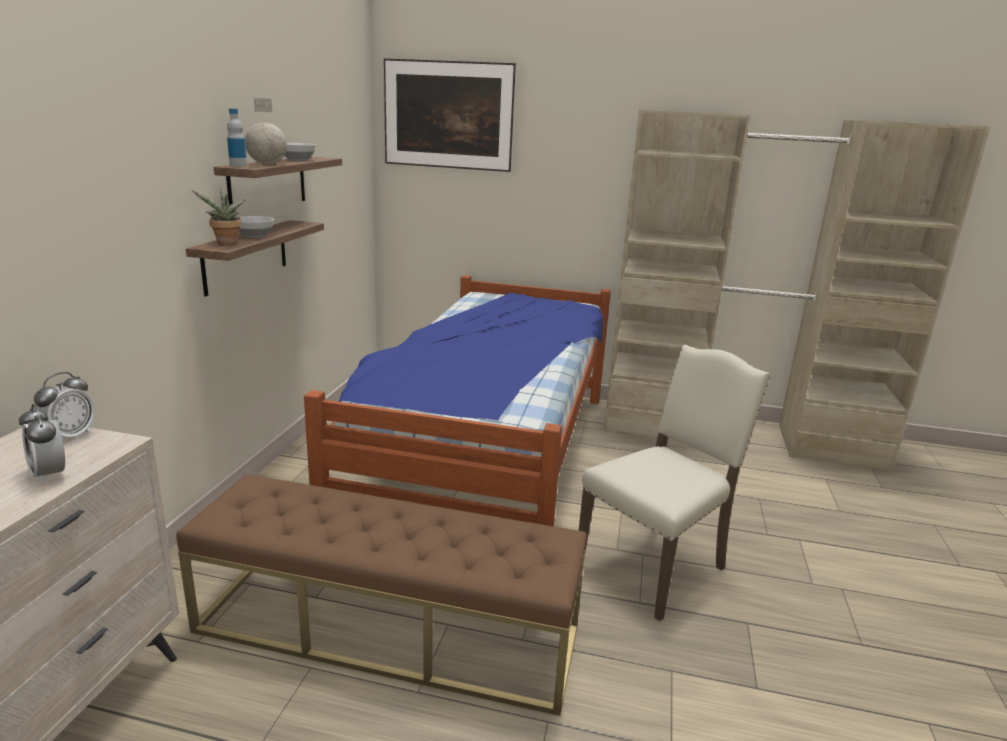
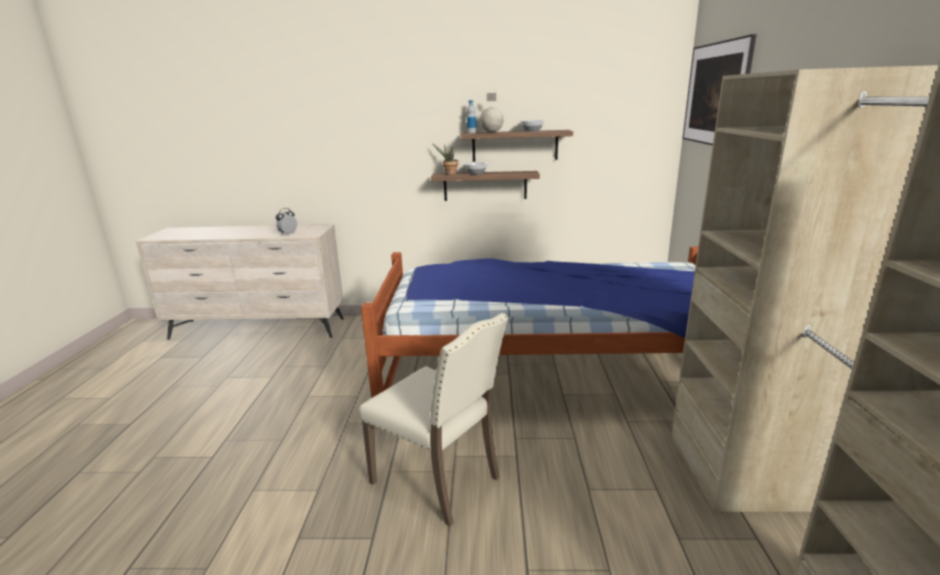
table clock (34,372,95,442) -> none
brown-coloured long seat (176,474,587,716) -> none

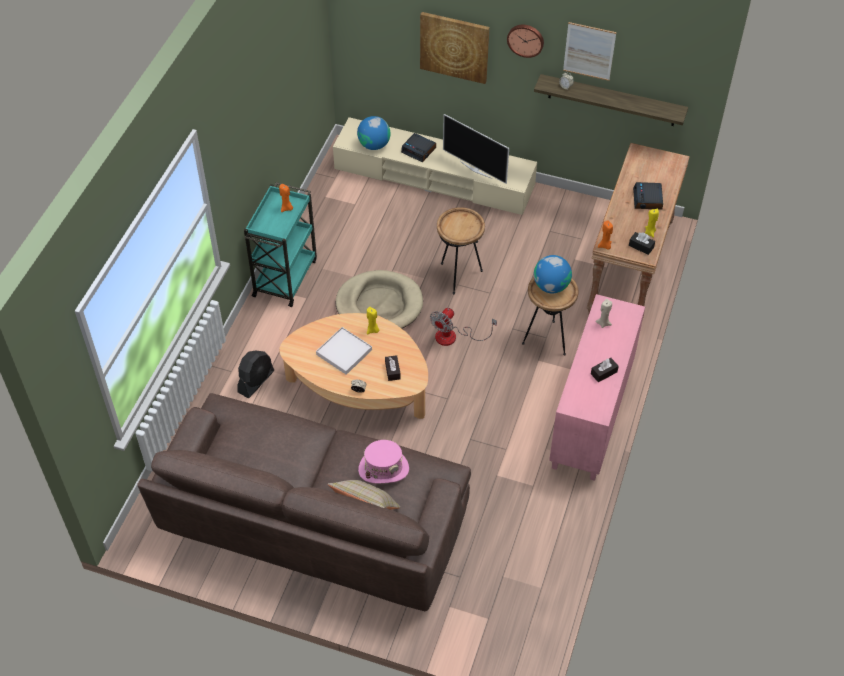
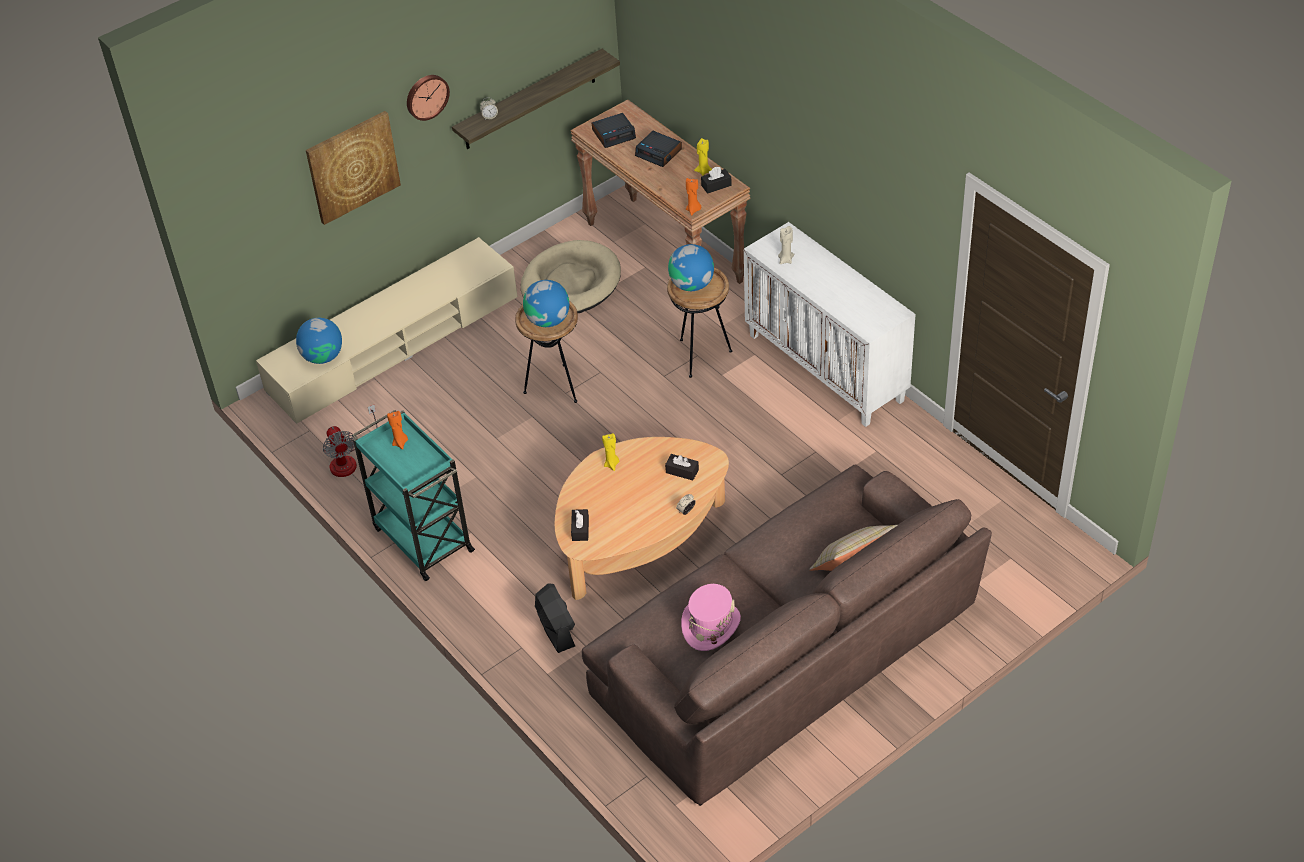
wall art (563,22,617,81) -> none
TV (443,114,509,184) -> none
table clock (401,133,436,162) -> table clock (592,113,636,148), move
sand-coloured dog cushion (336,270,423,329) -> sand-coloured dog cushion (521,240,621,314), move
pinkish cabinet (549,294,645,481) -> white-coloured cabinet (744,222,916,427)
cooling fan (430,308,497,346) -> cooling fan (323,405,377,477), move
white-coloured serving tray (316,327,372,375) -> none
black-coloured tissue holder (591,358,619,382) -> black-coloured tissue holder (571,509,589,541), move
pinkish hat (358,440,409,483) -> pinkish hat (681,584,741,651), move
none -> world globe (523,280,569,327)

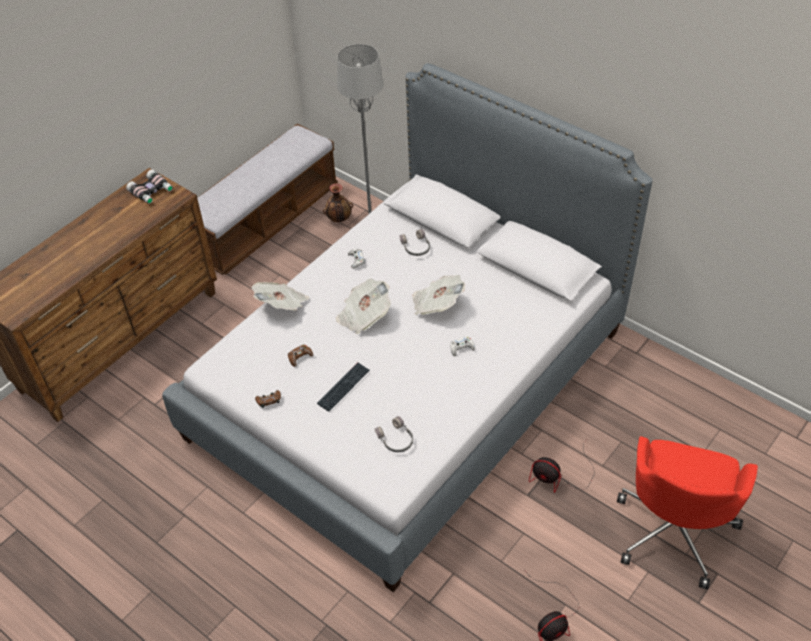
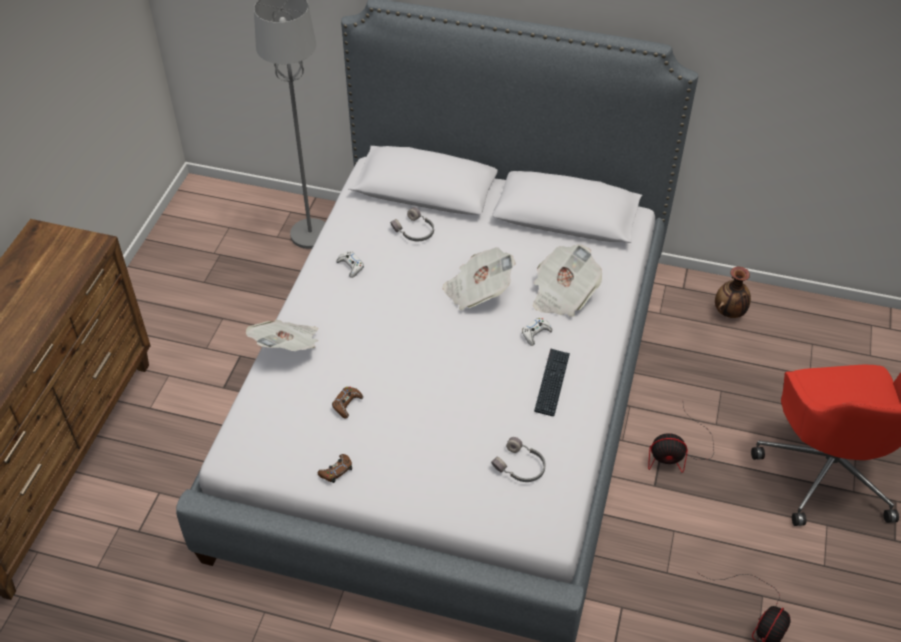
long seat (197,124,338,275) -> none
binoculars (126,169,173,204) -> none
vase (323,183,353,222) -> vase (715,266,751,318), move
printed paper (336,278,391,334) -> printed paper (533,245,602,317), move
keyboard (317,363,370,412) -> keyboard (534,349,570,416), move

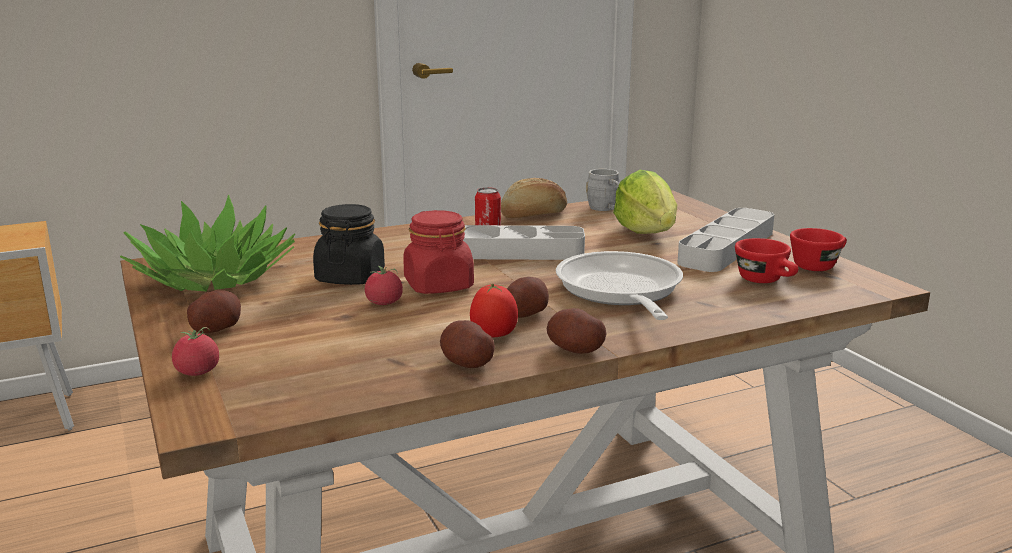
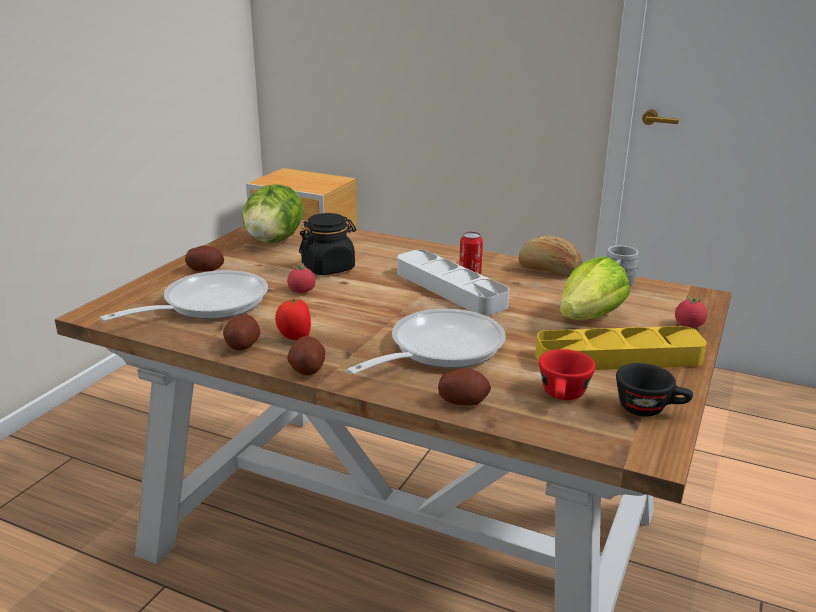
houseplant (120,195,295,292) -> lettuce head (242,184,304,243)
greyish serving tray (677,208,774,272) -> yellow-coloured serving tray (535,326,707,370)
reddish preserve jar (404,210,474,294) -> none
reddish drinking cup (790,228,847,271) -> black-coloured drinking cup (616,363,693,416)
spud (507,277,549,318) -> spud (438,368,491,406), move
whole tomato (172,327,219,376) -> whole tomato (675,296,707,328), move
none -> pan (99,270,268,321)

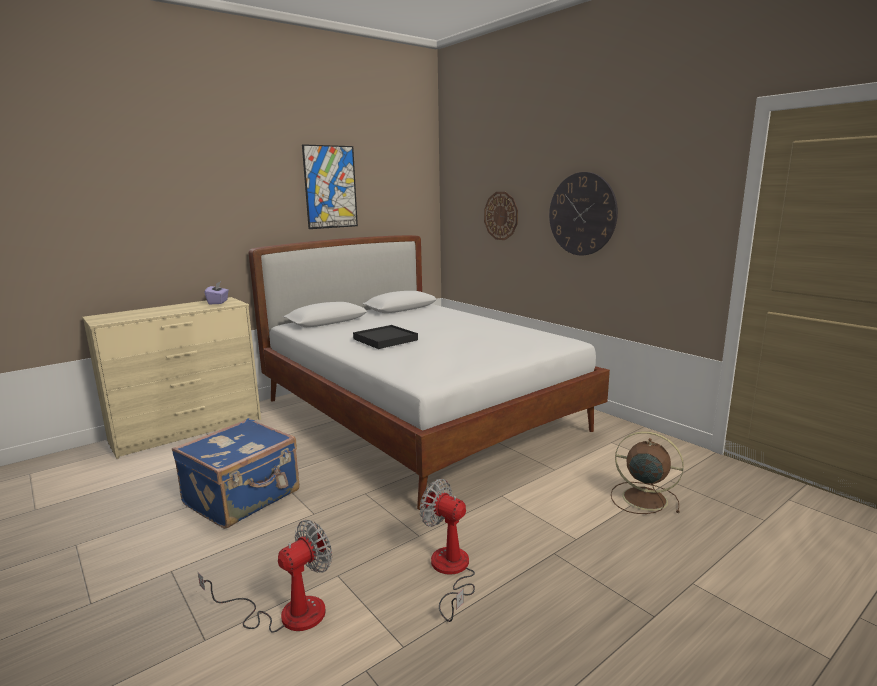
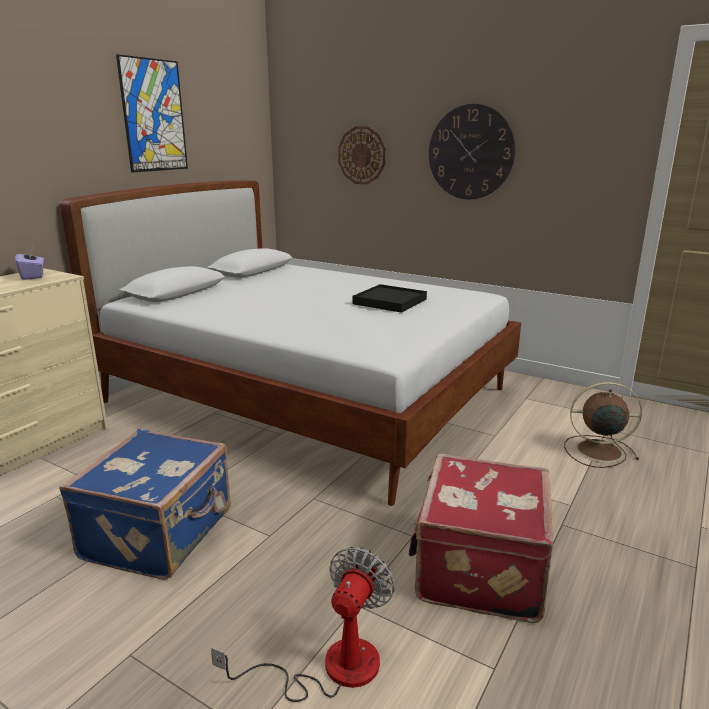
black-coloured serving tray (353,325,418,349) -> black-coloured serving tray (353,284,427,313), move
cooling fan (419,479,475,622) -> reddish travel case (408,454,553,623)

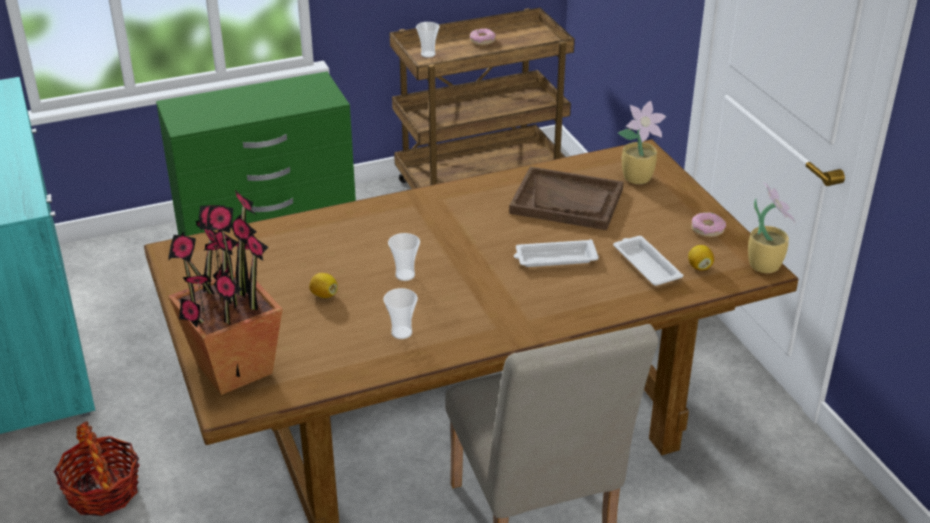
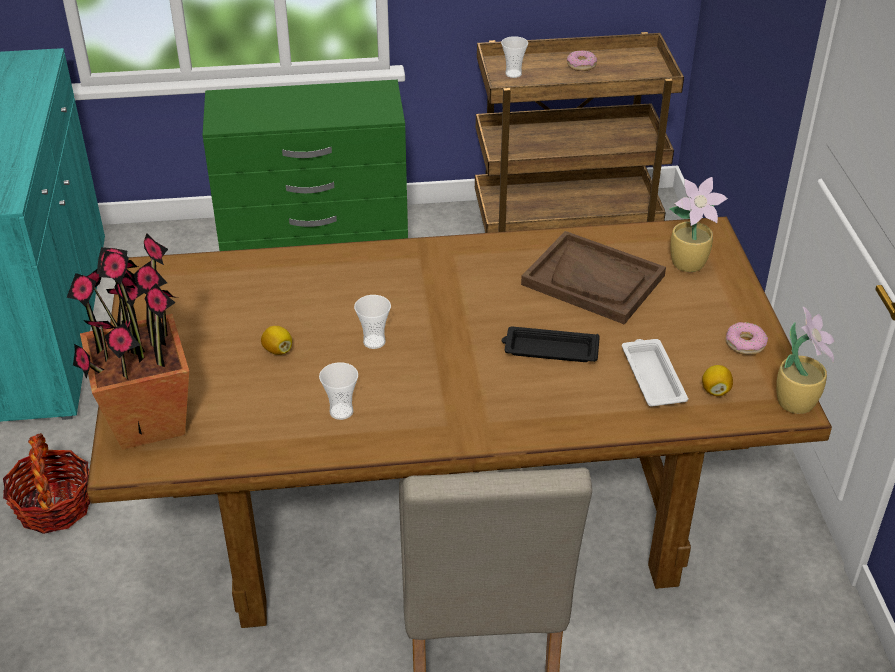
white-coloured serving tray (514,239,599,267) -> black-coloured serving tray (502,327,600,362)

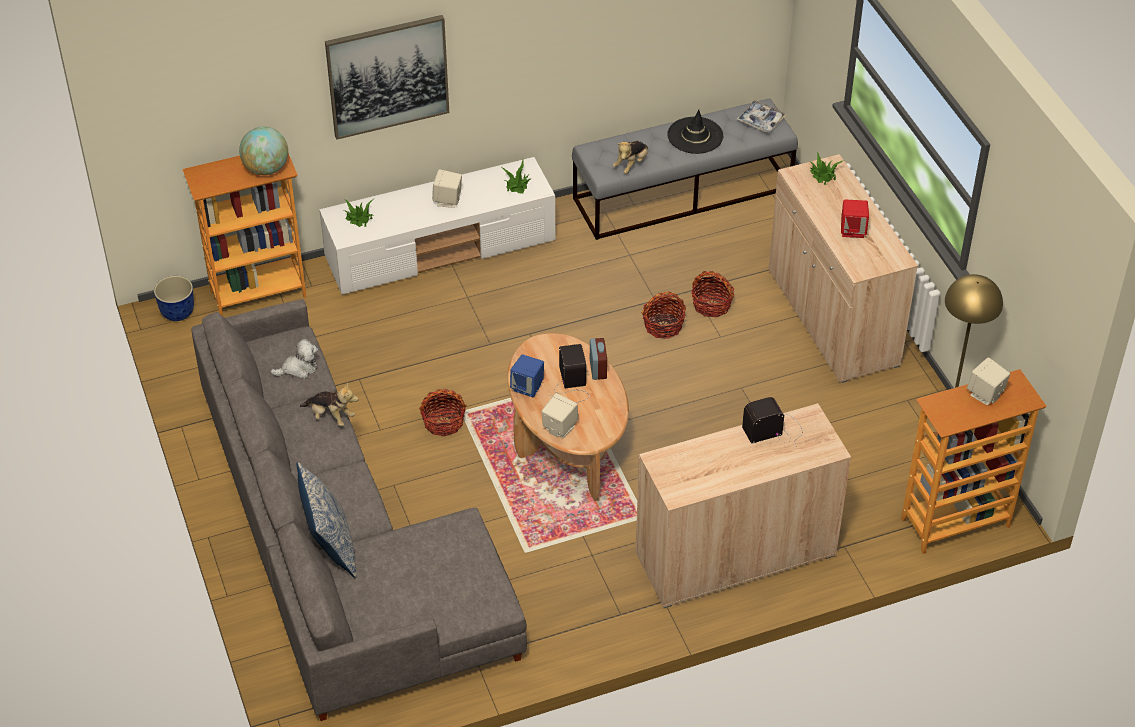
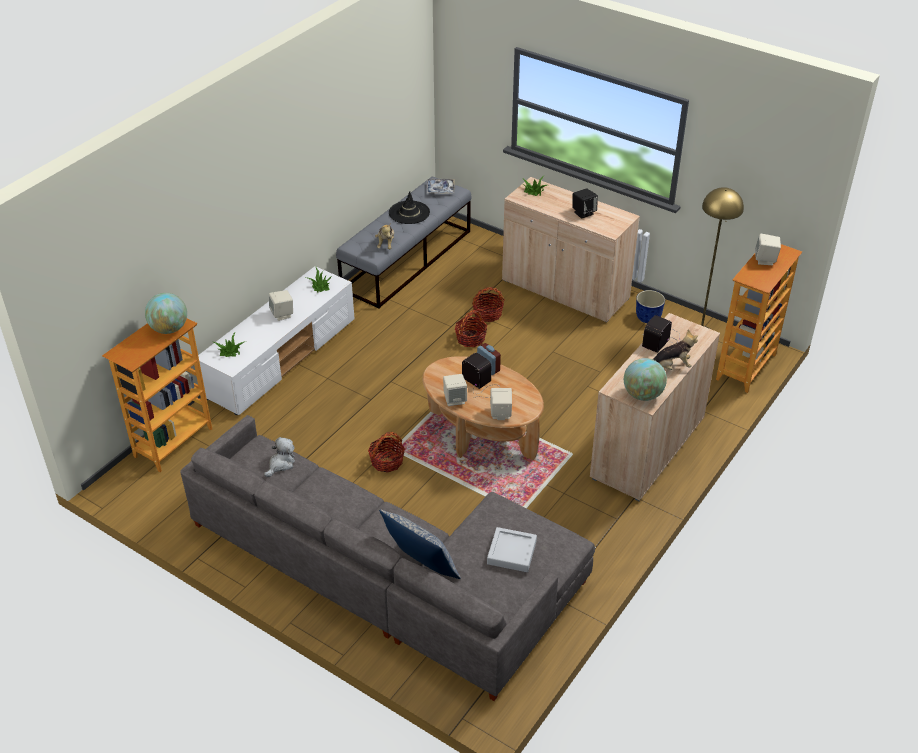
wall art (325,15,449,140) -> none
reddish loudspeaker (841,199,869,238) -> black-coloured loudspeaker (572,188,598,219)
plant pot (154,276,194,321) -> plant pot (636,290,665,323), move
bluish loudspeaker (510,354,544,397) -> sand-coloured loudspeaker (443,374,467,406)
cuddly toy (300,383,358,426) -> cuddly toy (653,329,698,370), move
none -> world globe (624,358,667,401)
none -> greyish serving tray (487,527,537,572)

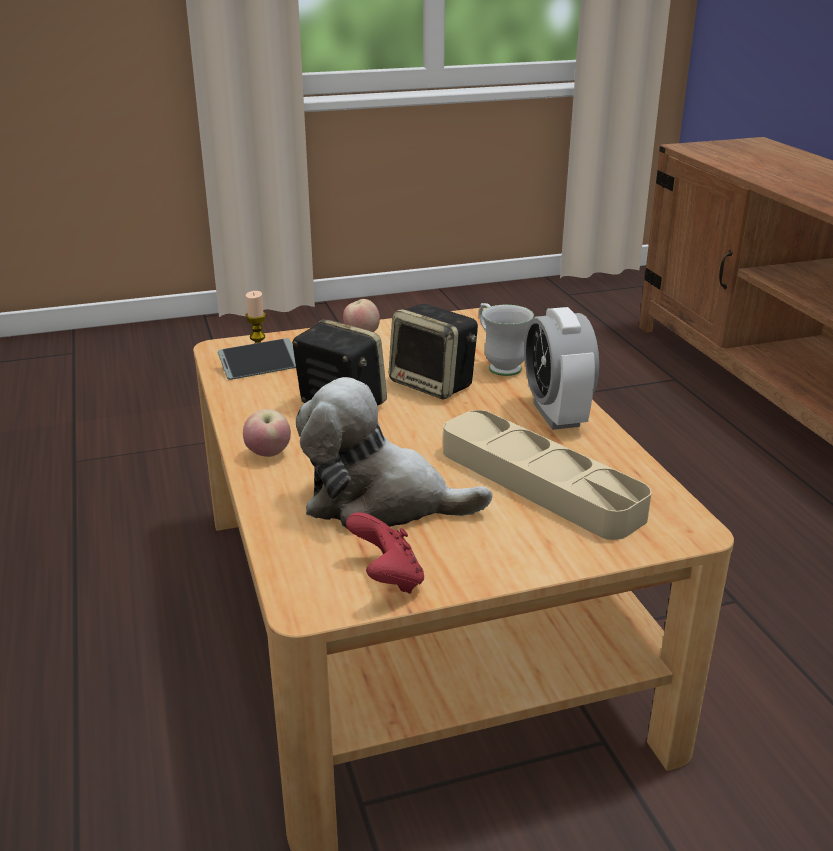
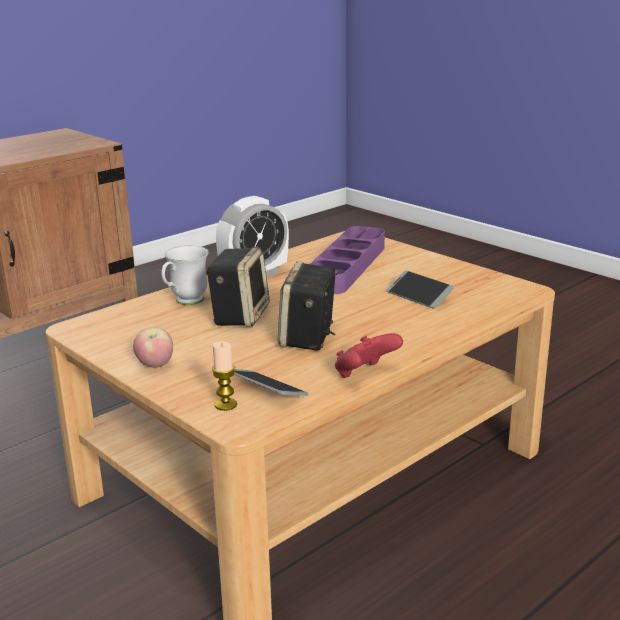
cuddly toy (296,377,492,528) -> phone (386,271,454,309)
whole apple (243,409,291,457) -> none
sand-coloured serving tray (443,410,652,540) -> purplish serving tray (310,226,385,294)
reddish joypad (346,512,424,594) -> reddish joypad (335,333,403,378), move

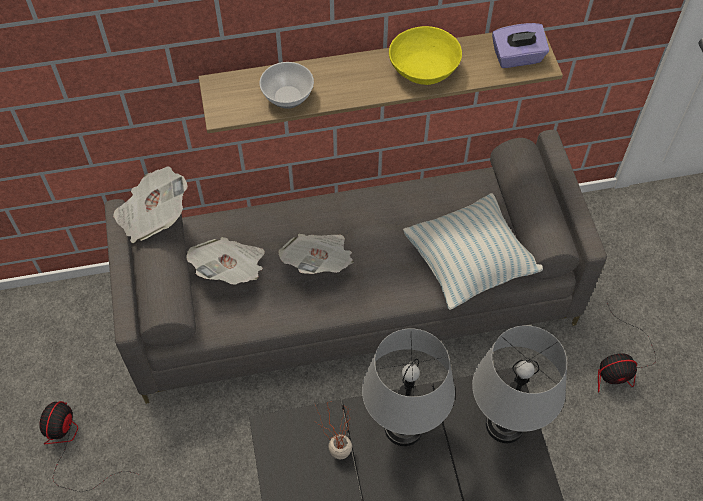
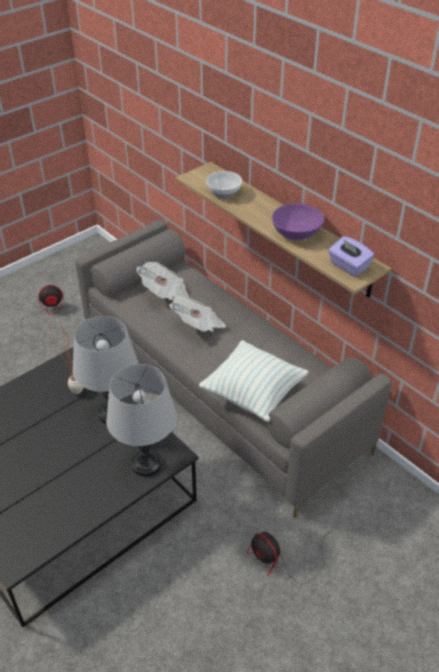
yellow-coloured bowl (389,26,462,85) -> purplish bowl (272,203,324,240)
printed paper (113,166,188,243) -> none

